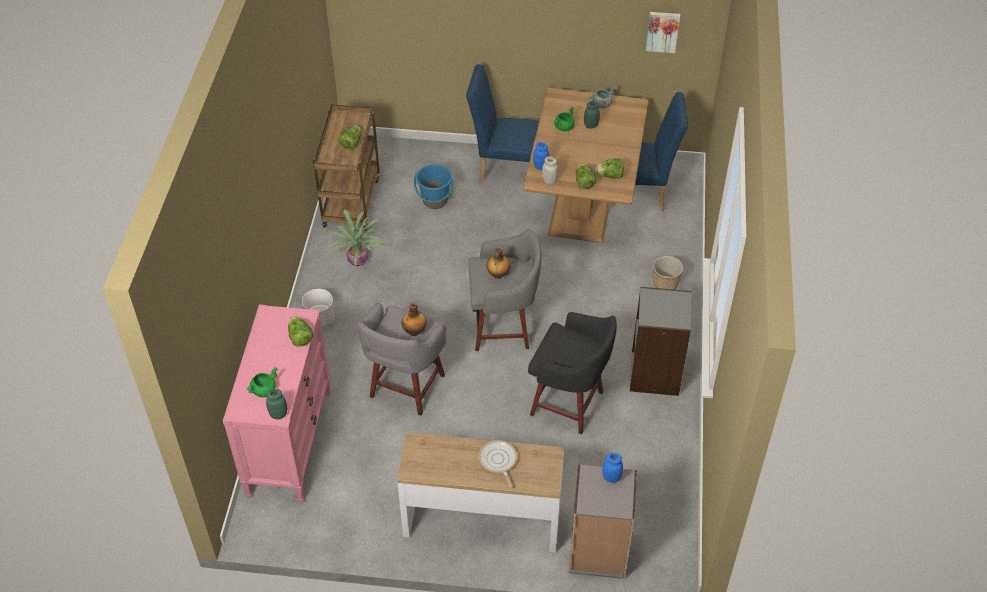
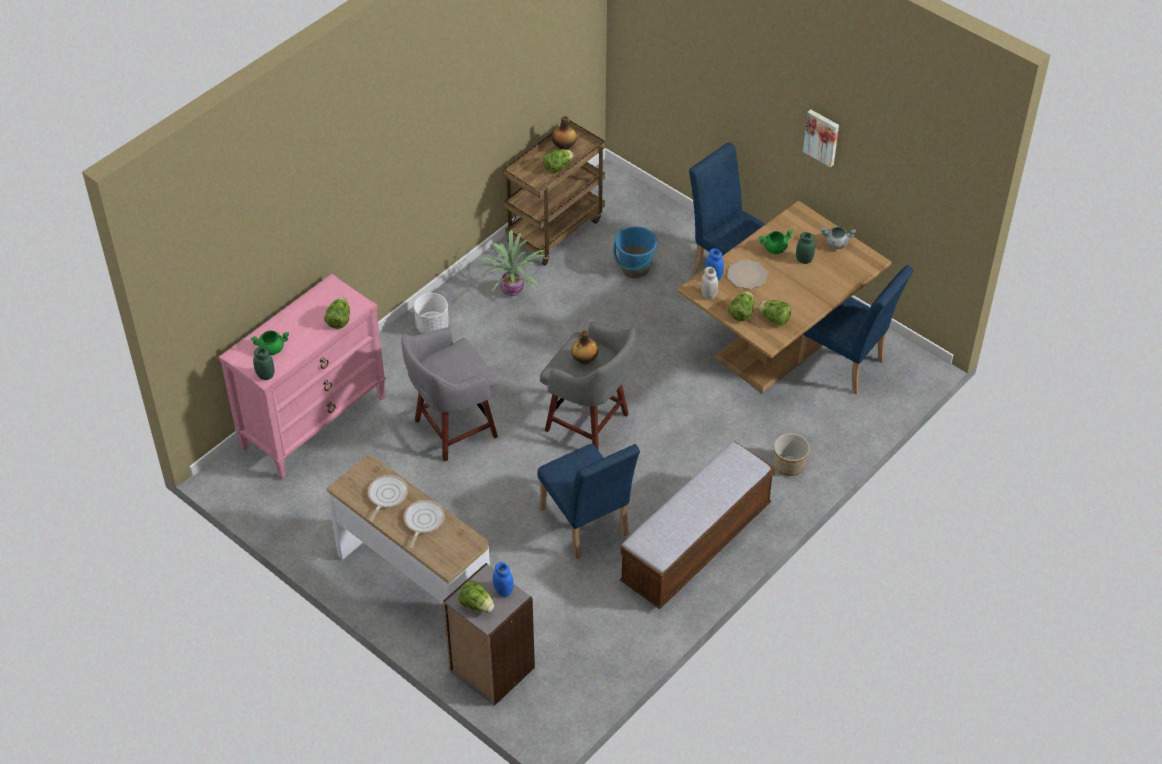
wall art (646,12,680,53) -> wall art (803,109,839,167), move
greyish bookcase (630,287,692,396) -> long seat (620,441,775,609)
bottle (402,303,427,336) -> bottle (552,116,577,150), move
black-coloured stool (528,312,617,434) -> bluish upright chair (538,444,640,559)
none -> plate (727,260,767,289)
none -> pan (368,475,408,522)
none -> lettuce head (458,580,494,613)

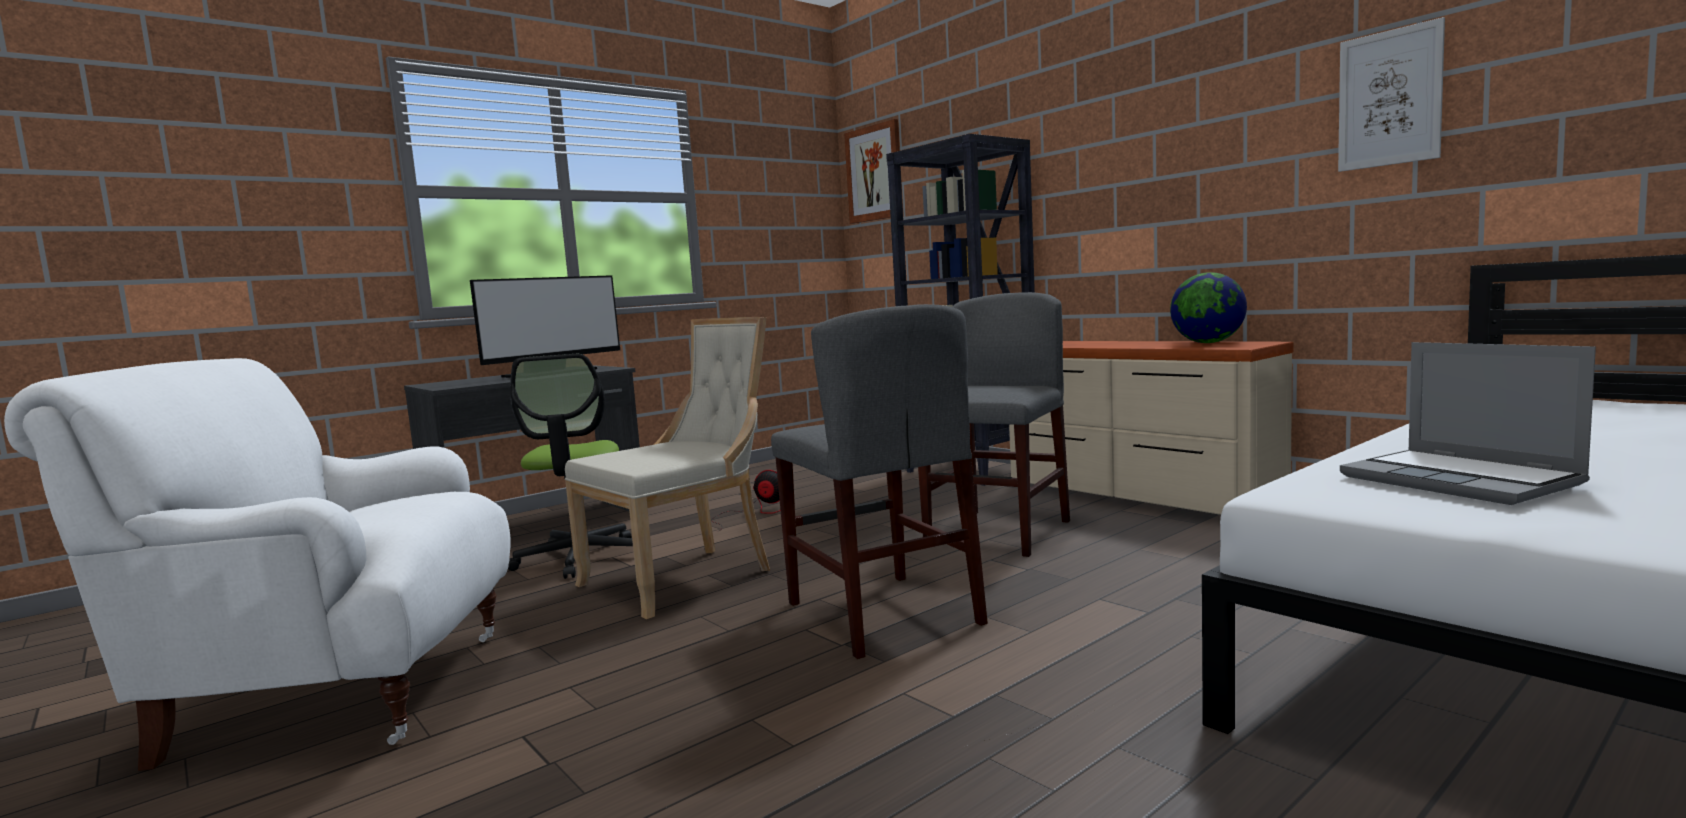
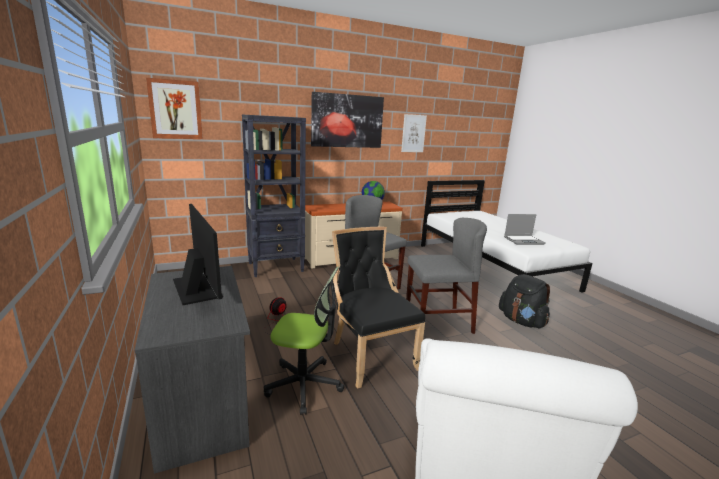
sand-coloured upright chair (565,317,770,619) -> black-coloured upright chair (332,226,426,389)
none -> wall art (311,92,384,148)
none -> black-coloured rucksack (499,274,550,328)

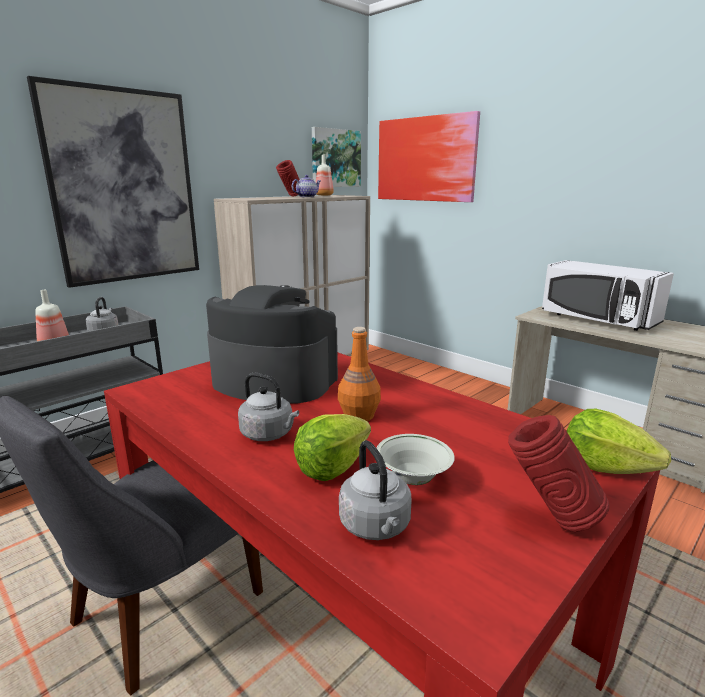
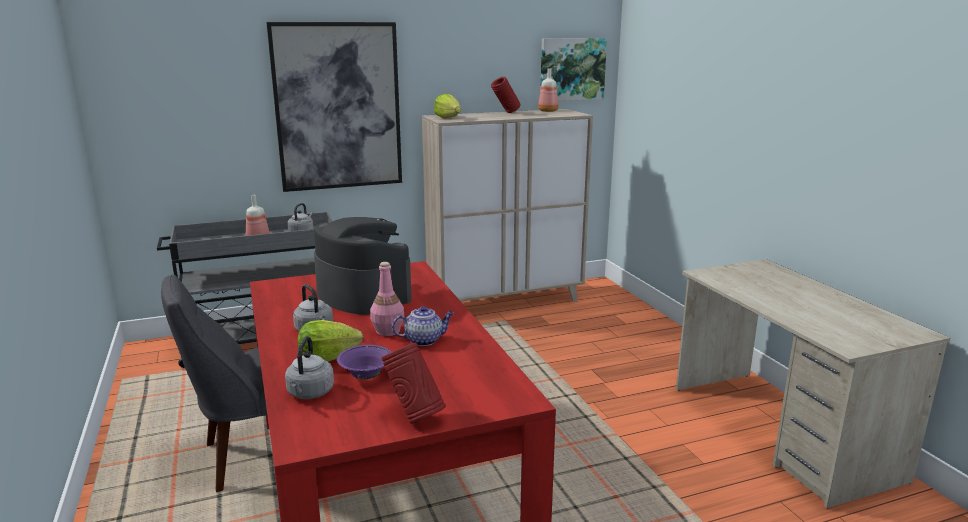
wall art (378,111,480,202) -> none
teapot (292,175,320,197) -> teapot (392,306,454,346), move
white-coloured kitchen microwave (542,260,674,331) -> none
orange-coloured bottle (338,327,381,421) -> pinkish bottle (370,262,404,336)
lettuce head (567,409,671,474) -> lettuce head (434,94,461,118), move
white-coloured bowl (377,434,455,485) -> purplish bowl (337,345,391,379)

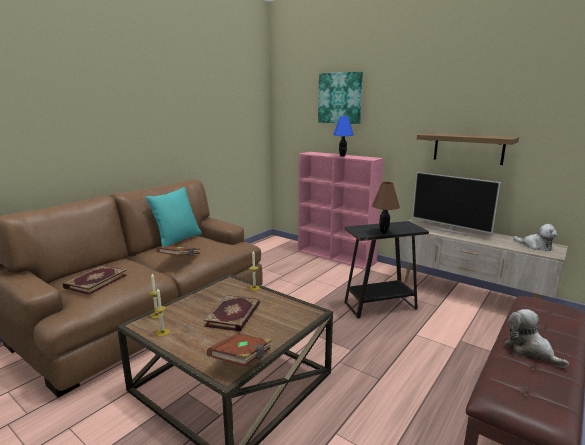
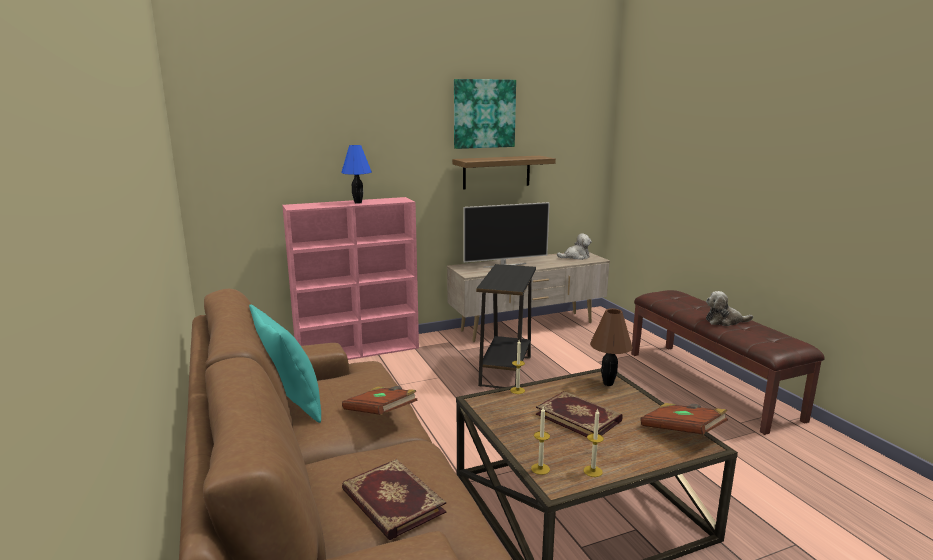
wall art (318,71,363,124) -> wall art (454,79,516,149), move
brown-coloured lamp for a table (372,182,400,234) -> brown-coloured lamp for a table (590,308,633,386), move

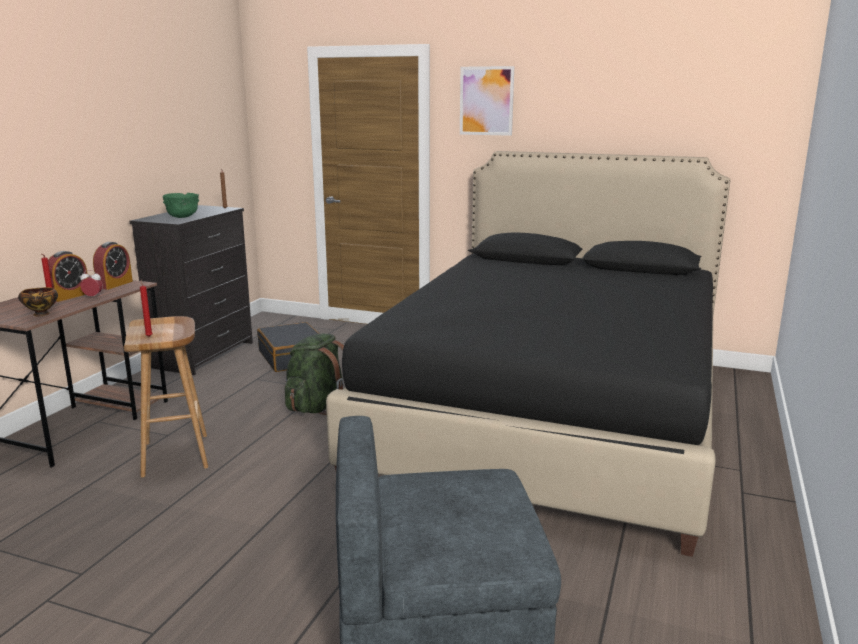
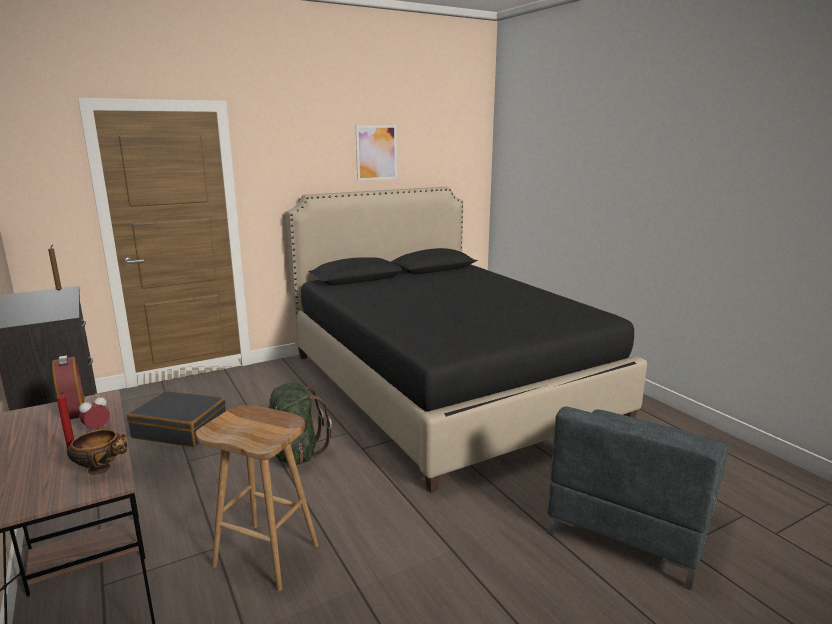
wall art (460,66,514,136) -> wall art (356,125,397,181), move
green-coloured bowl (163,193,199,218) -> none
table clock (48,251,88,302) -> none
reddish candle (140,280,153,337) -> none

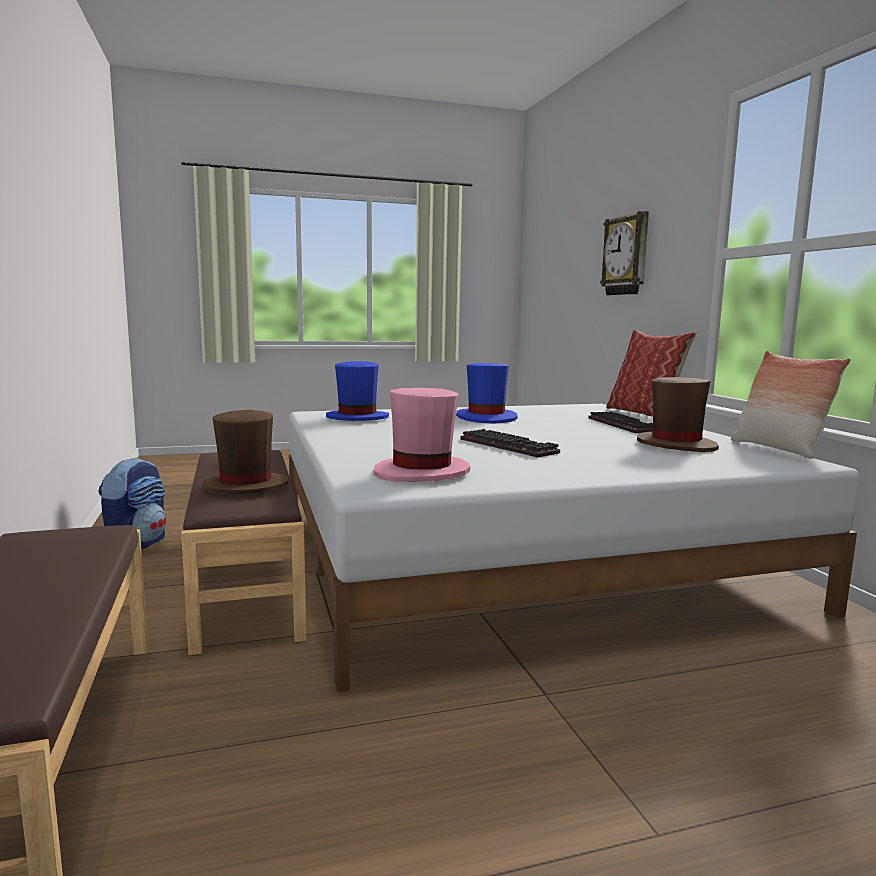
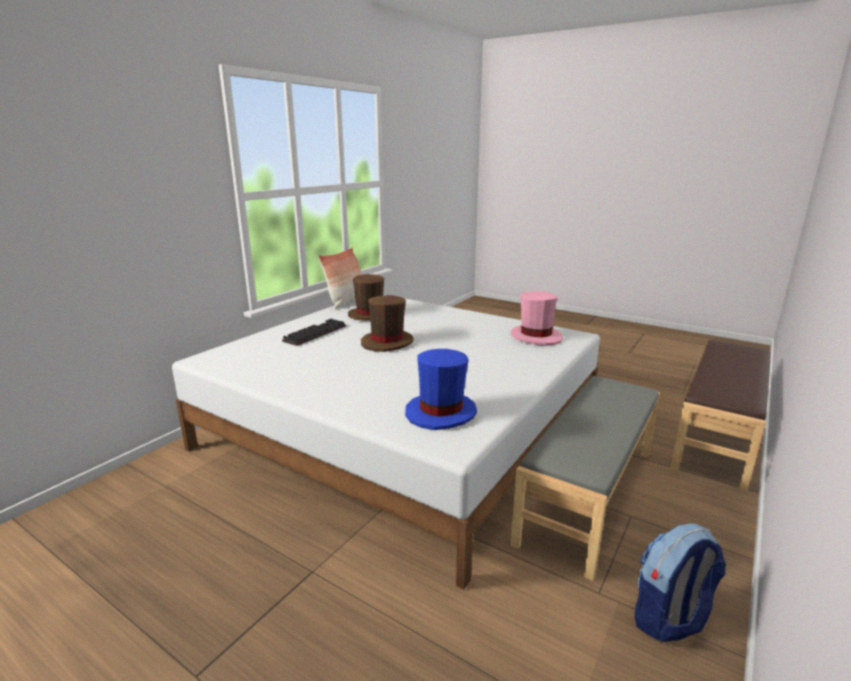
wall clock (600,211,649,295) -> none
cushion (606,330,696,417) -> none
bluish hat (456,363,518,424) -> none
brown-coloured hat (202,410,289,494) -> brown-coloured hat (361,295,414,352), move
keyboard (460,429,560,458) -> none
brown-coloured long seat (181,450,307,655) -> greyish long seat (511,376,660,581)

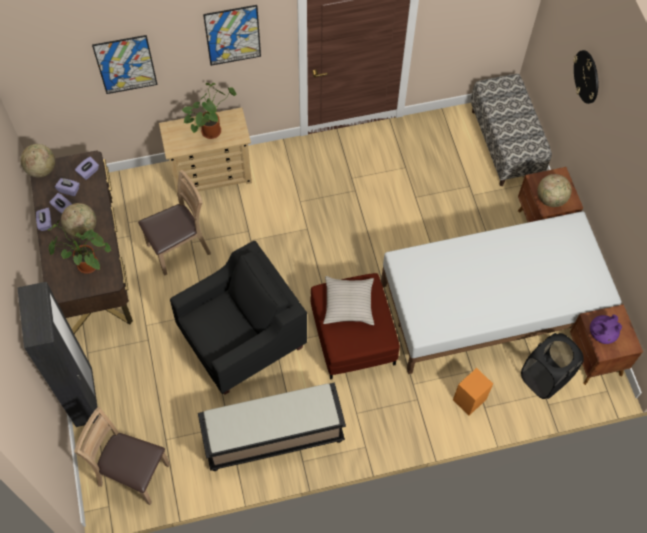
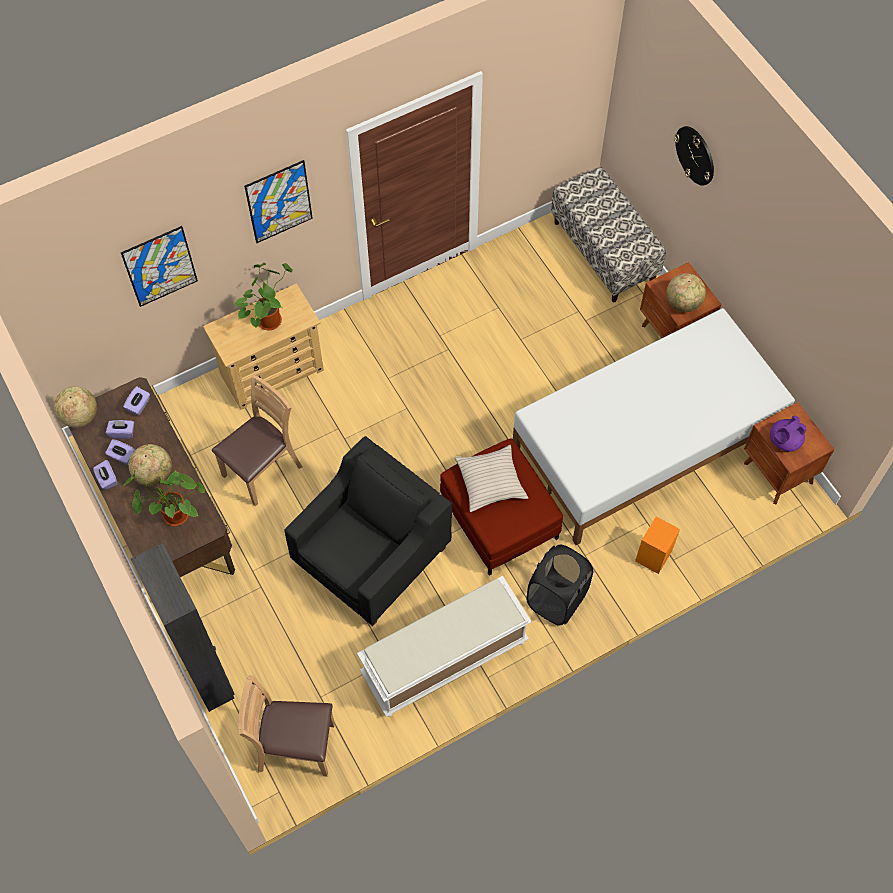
black-coloured washing basket (521,333,583,399) -> black-coloured washing basket (526,545,593,626), move
black-coloured long seat (198,383,346,471) -> white-coloured long seat (357,576,532,717)

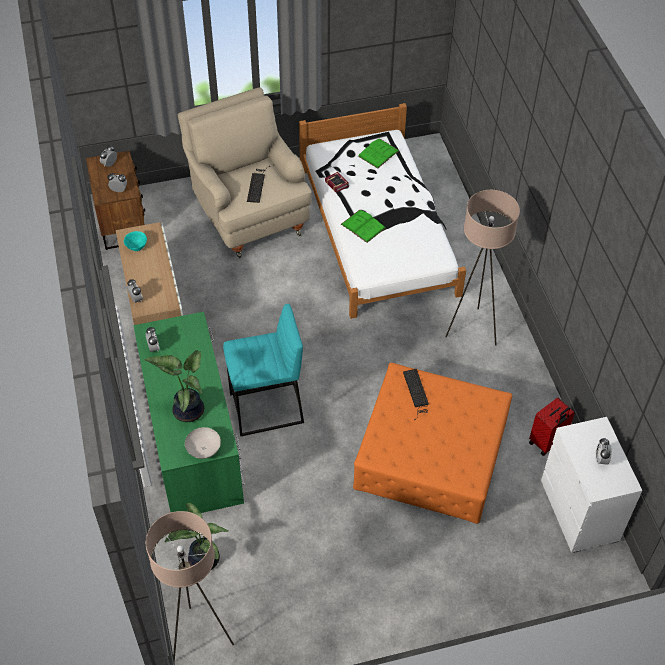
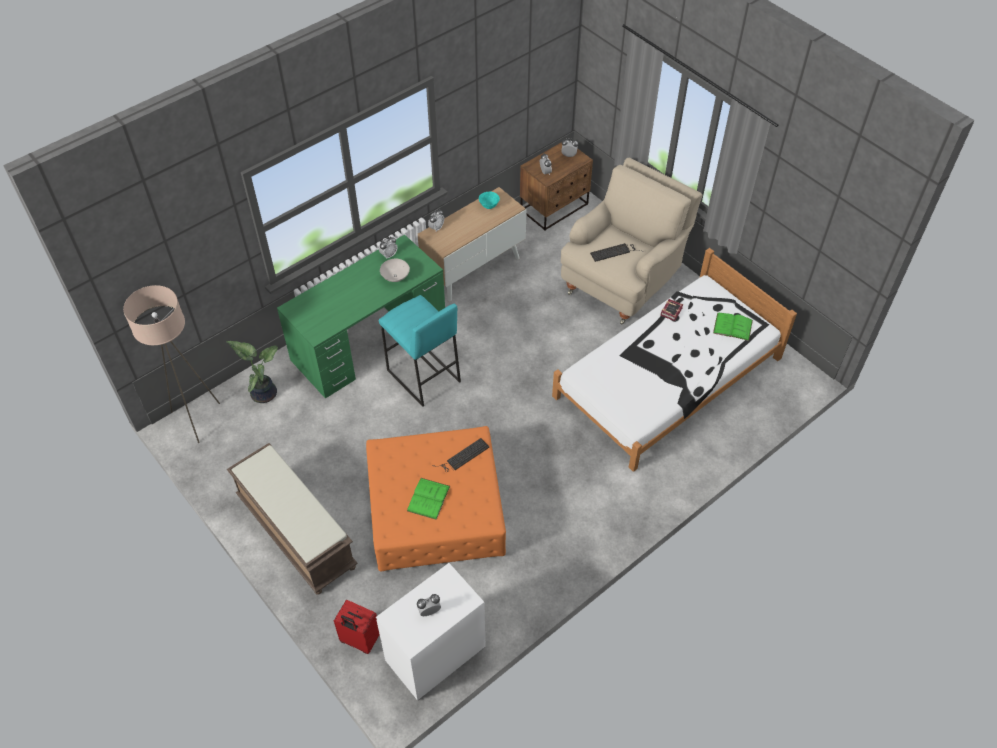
sand-coloured standing lamp (445,190,520,345) -> none
green-coloured book (341,210,385,243) -> green-coloured book (407,478,450,520), move
houseplant (144,350,204,422) -> none
reddish travel case (529,398,575,456) -> reddish travel case (334,600,380,654), move
white-coloured bowl (185,427,221,459) -> white-coloured bowl (380,259,410,282), move
none -> brown-coloured long seat (227,443,358,595)

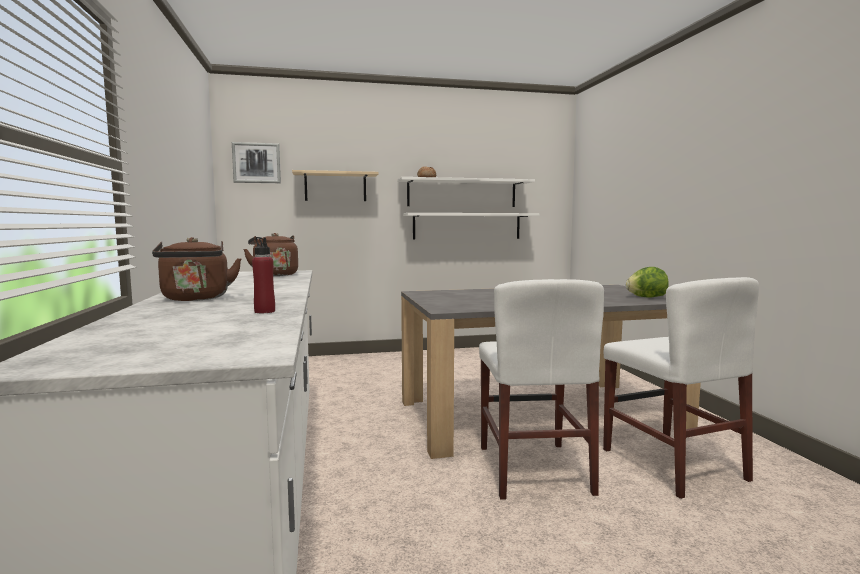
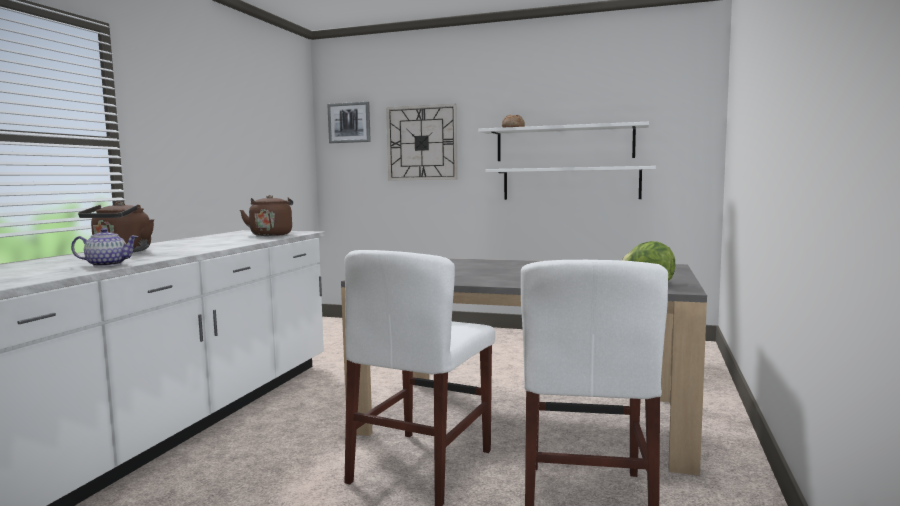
sand-coloured bracket shelf (292,170,379,201) -> wall clock (386,104,458,181)
reddish bottle (252,237,275,313) -> teapot (71,228,139,267)

